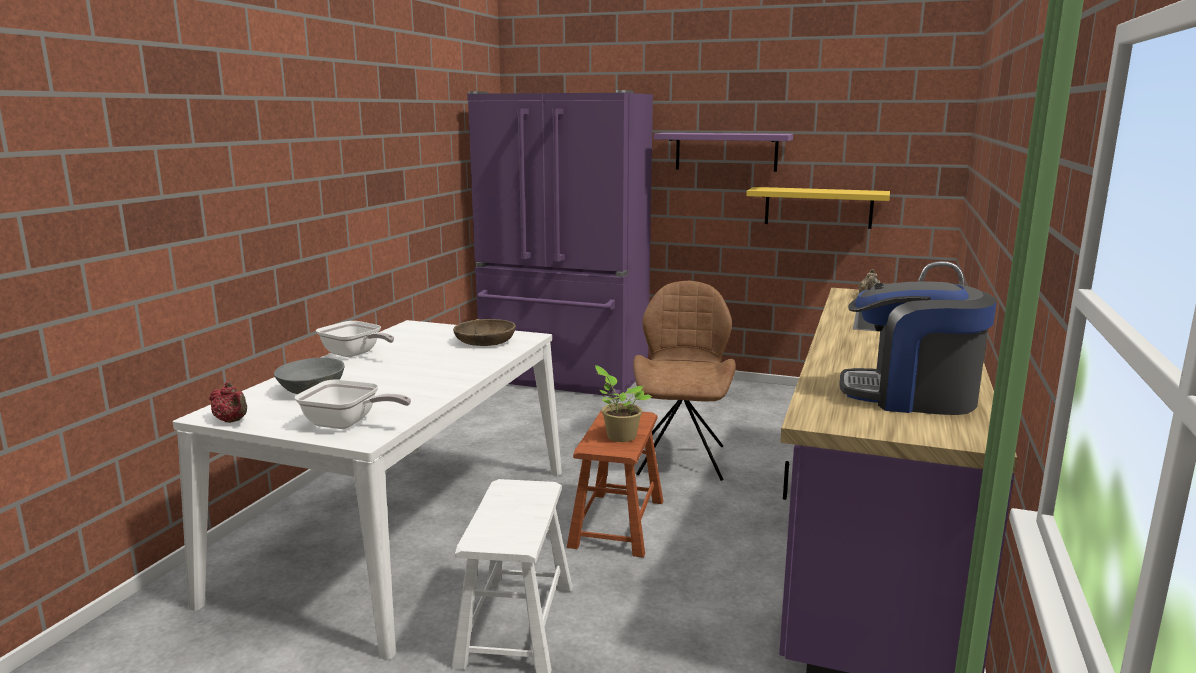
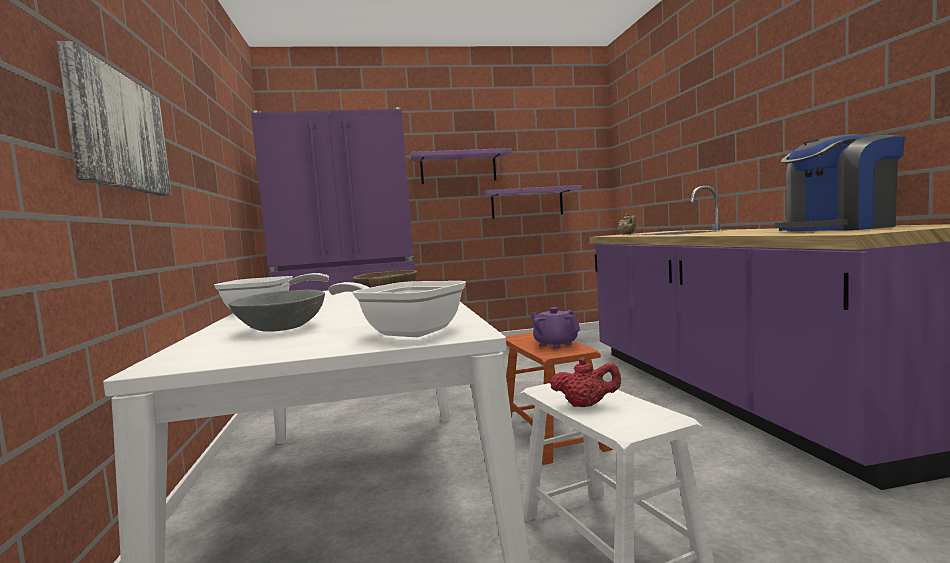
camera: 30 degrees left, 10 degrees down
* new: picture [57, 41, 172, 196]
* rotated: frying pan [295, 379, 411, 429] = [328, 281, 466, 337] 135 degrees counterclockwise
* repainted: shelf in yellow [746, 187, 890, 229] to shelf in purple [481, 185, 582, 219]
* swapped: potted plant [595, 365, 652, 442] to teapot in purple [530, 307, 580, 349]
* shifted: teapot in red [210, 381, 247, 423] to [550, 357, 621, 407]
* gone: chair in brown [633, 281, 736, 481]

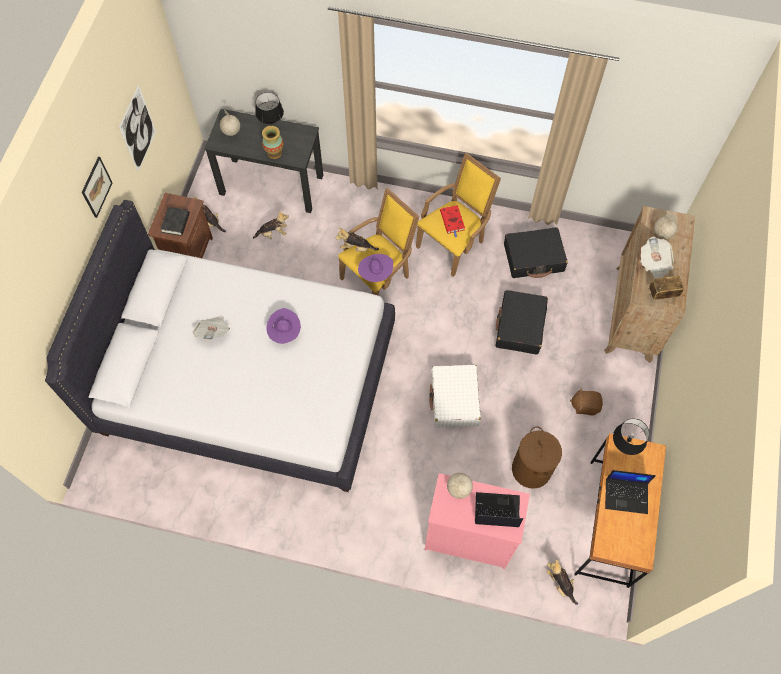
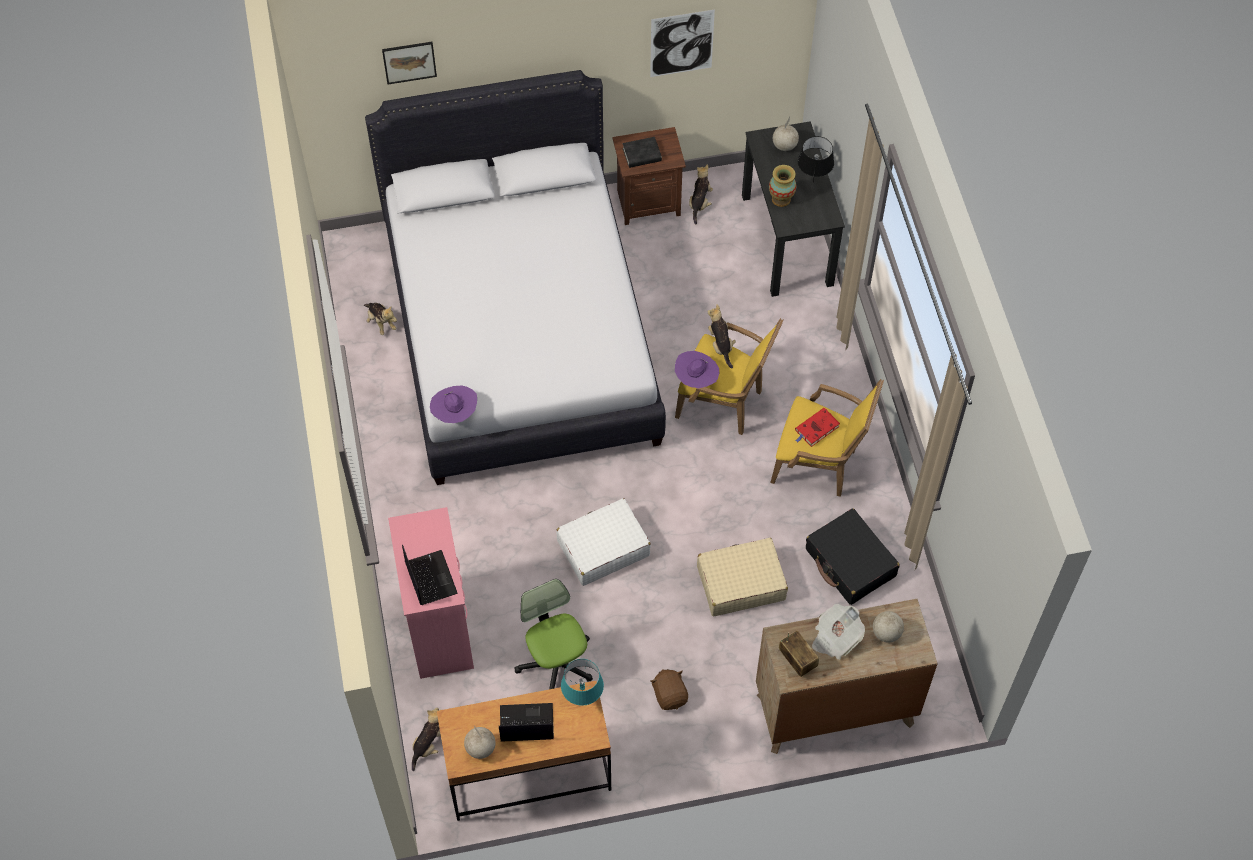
camera: 65 degrees right, 5 degrees down
* shifted: plush toy [253, 210, 289, 239] to [364, 303, 397, 335]
* shifted: picture [82, 157, 112, 218] to [382, 42, 437, 84]
* shifted: hat in purple [266, 308, 301, 344] to [430, 385, 477, 423]
* shifted: globe [447, 473, 473, 499] to [464, 725, 496, 759]
* rotated: laptop [605, 470, 656, 514] = [499, 703, 554, 742] 105 degrees clockwise
* swapped: laundry basket in brown [512, 427, 562, 489] to office chair [514, 579, 593, 689]
* repainted: table lamp in black [613, 419, 649, 455] to table lamp in turquoise [561, 659, 604, 706]
* repainted: suitcase in black [496, 290, 548, 355] to suitcase in beige [697, 538, 788, 616]
* gone: newspaper [193, 316, 230, 341]

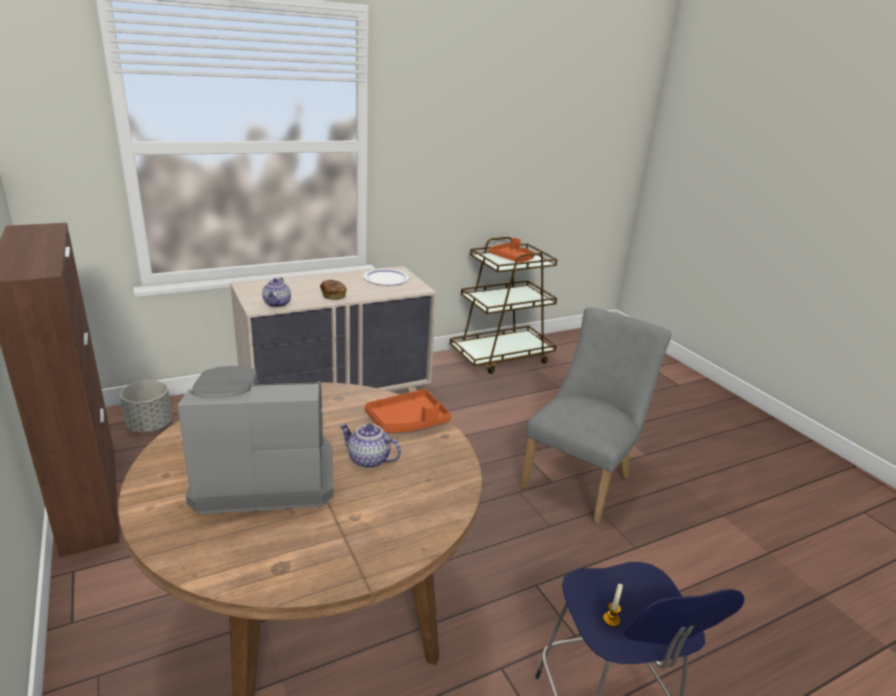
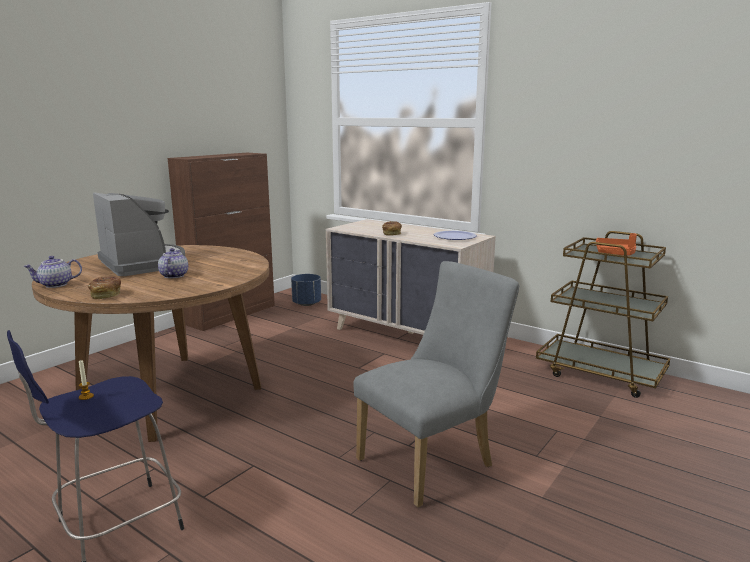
camera: 65 degrees right, 10 degrees down
* shifted: teapot [262, 277, 291, 308] to [23, 256, 82, 288]
* new: bread [88, 276, 121, 299]
* repainted: planter in grey [120, 380, 172, 432] to planter in blue [291, 274, 321, 306]
* rotated: chair in grey [521, 308, 672, 524] = [353, 261, 519, 507] 45 degrees counterclockwise
* gone: tray in orange [365, 389, 451, 433]

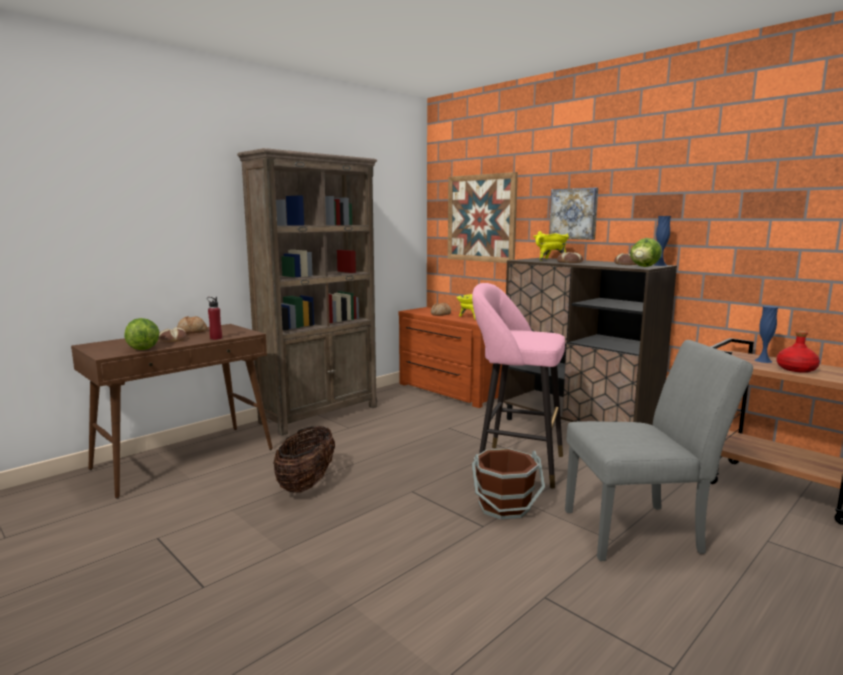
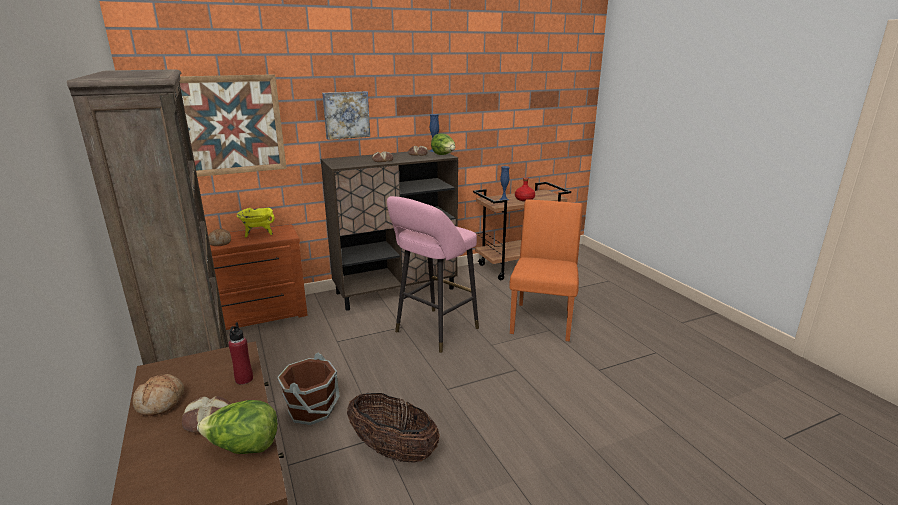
camera: 70 degrees left, 10 degrees up
* shifted: bucket in brown [472, 449, 545, 520] to [277, 353, 340, 425]
* repainted: chair in grey [565, 340, 753, 561] to chair in orange [509, 199, 583, 341]
* gone: cooking pot in yellow [533, 231, 569, 261]

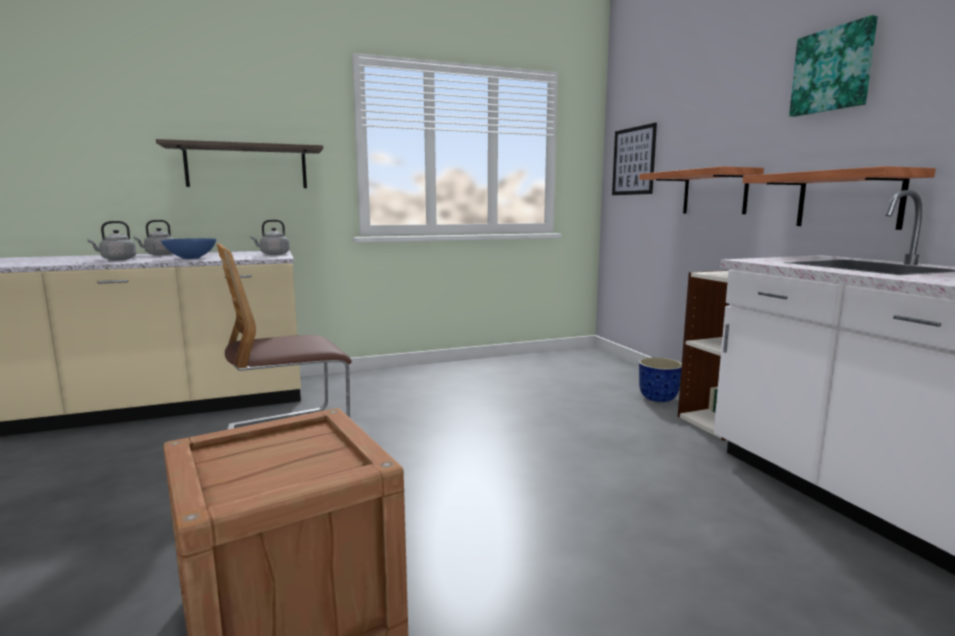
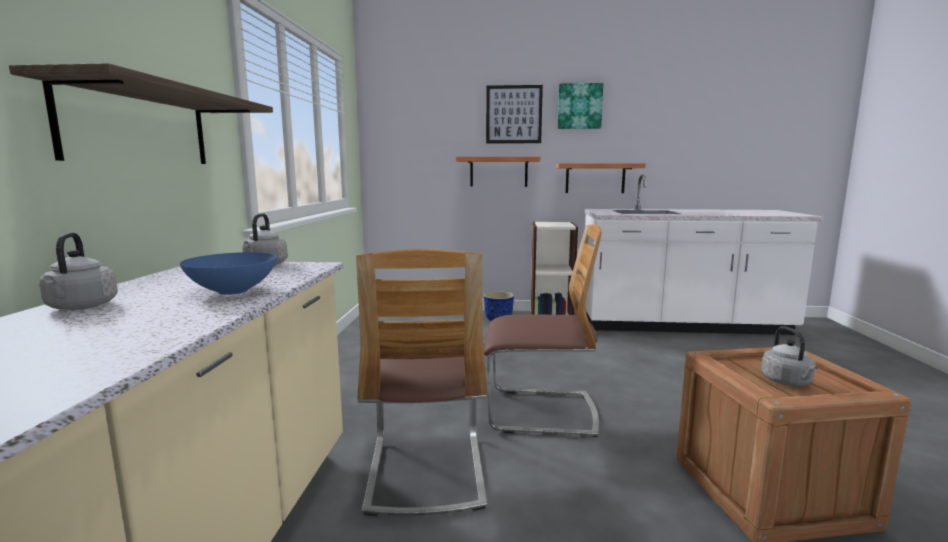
camera: 65 degrees left, 0 degrees up
* new: chair [484, 225, 602, 437]
* shifted: picture [612, 123, 657, 195] to [486, 85, 543, 144]
* shifted: kettle in grey [87, 221, 137, 260] to [761, 326, 818, 386]

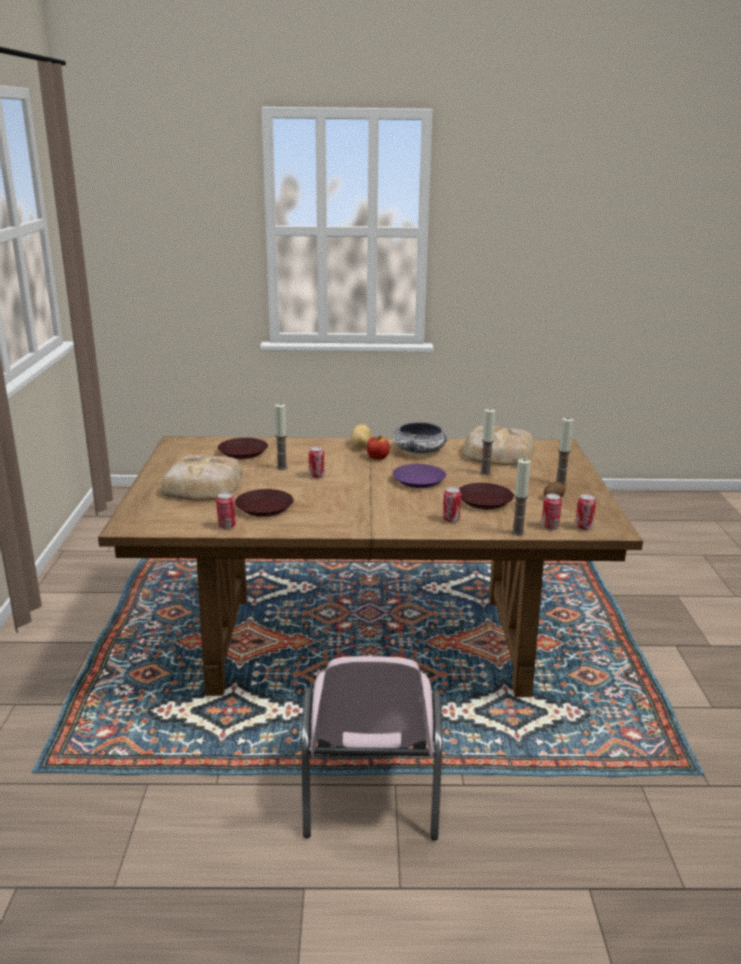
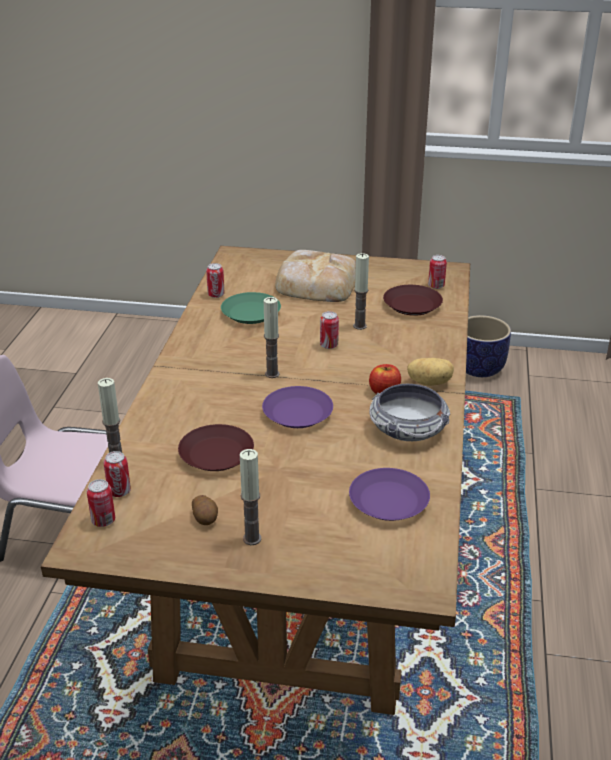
camera: 100 degrees right, 10 degrees up
* repainted: plate in brown [235, 489, 294, 517] to plate in green [221, 292, 281, 324]
* shifted: candle [480, 408, 495, 475] to [264, 297, 280, 378]
* swapped: bread [463, 426, 534, 466] to plate in purple [349, 468, 430, 521]
* shifted: can [443, 487, 461, 522] to [428, 255, 447, 289]
* new: planter [466, 315, 511, 377]

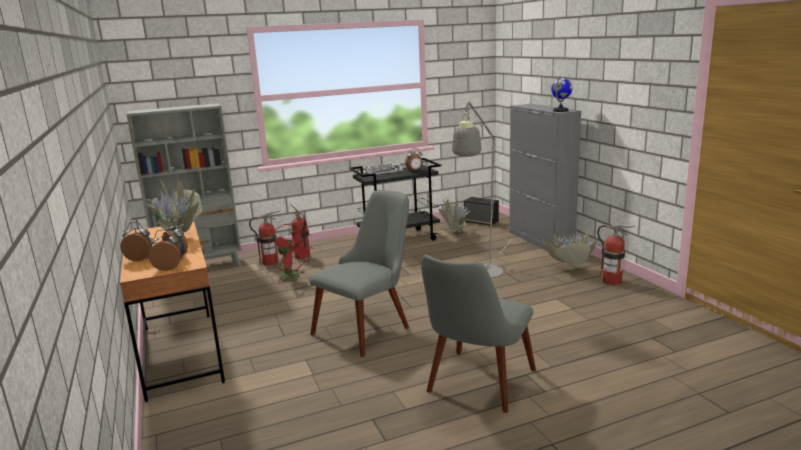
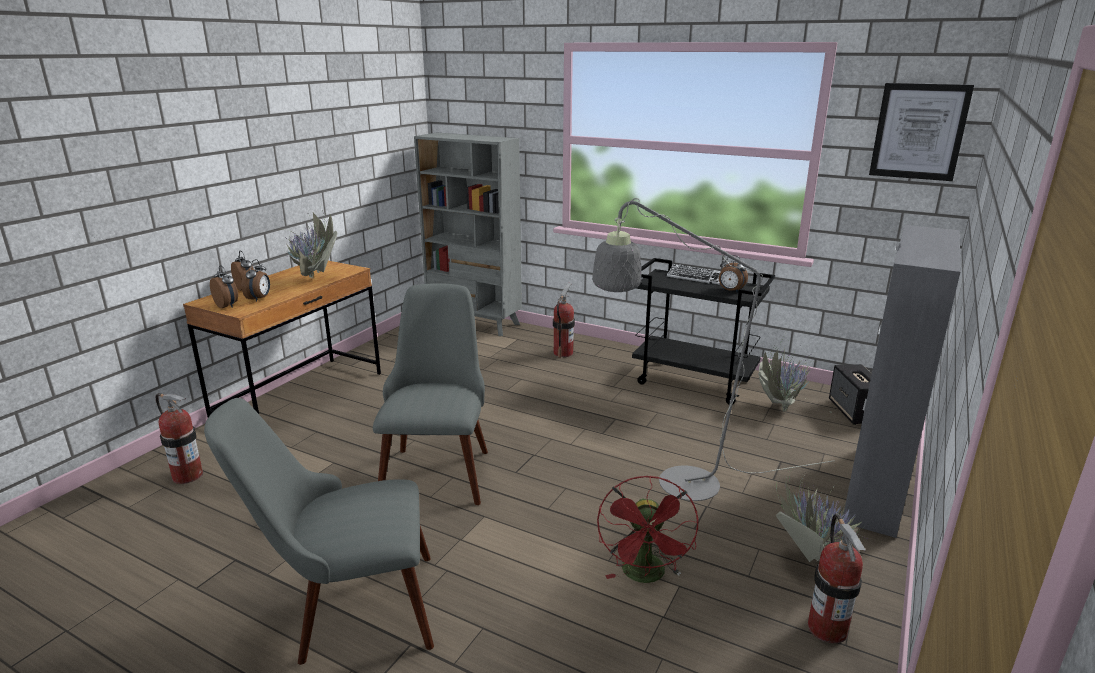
camera: 50 degrees right, 5 degrees up
* shifted: fire extinguisher [249, 210, 280, 266] to [156, 393, 203, 484]
* rotated: chair in grey [310, 190, 409, 357] = [373, 283, 488, 505] 90 degrees counterclockwise
* shifted: fan in red [268, 224, 313, 284] to [597, 475, 698, 583]
* new: picture [869, 83, 974, 181]
* gone: globe [551, 76, 572, 112]

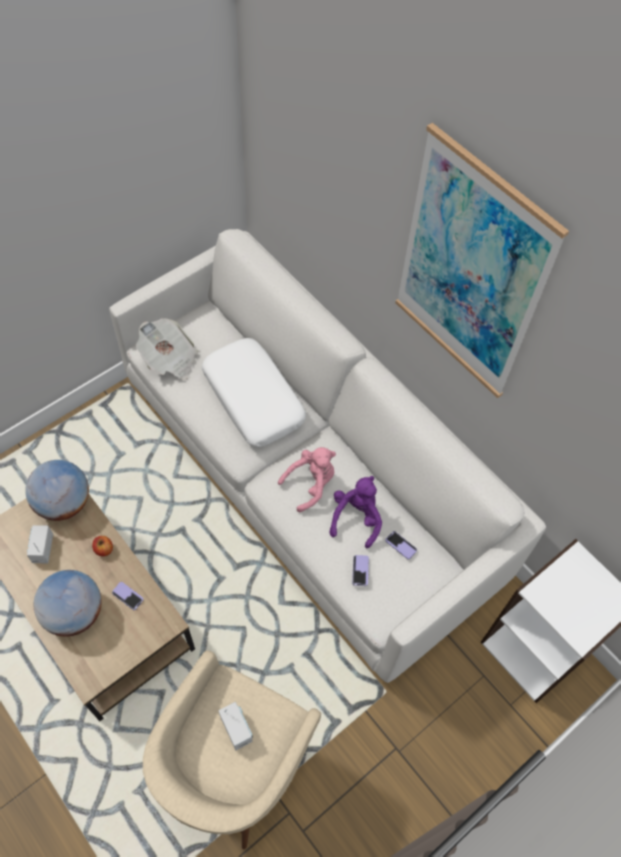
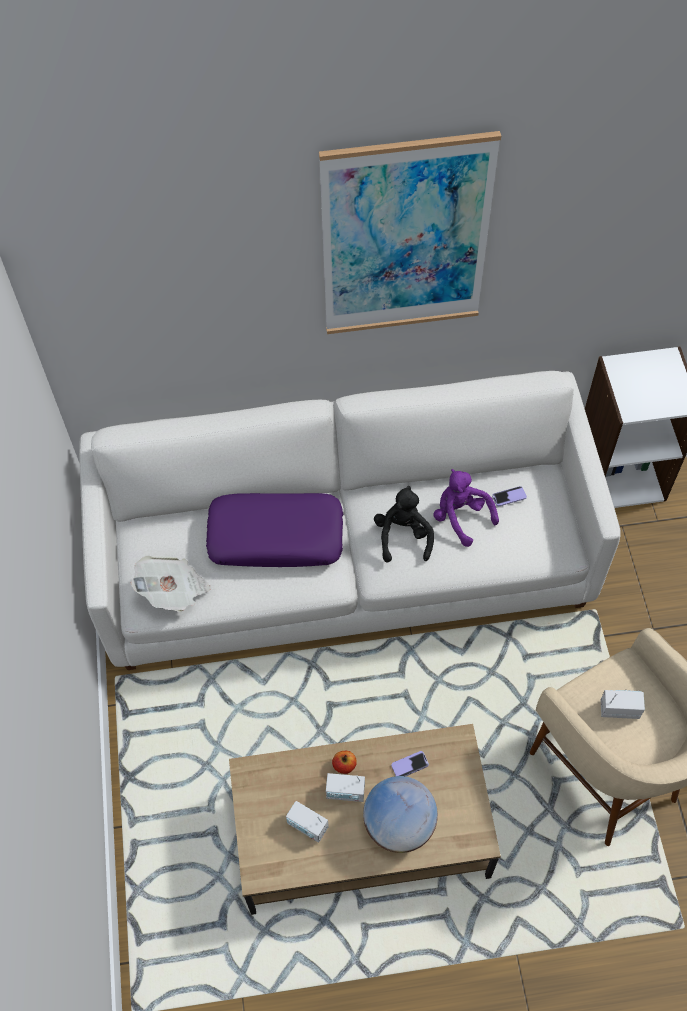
camera: 55 degrees left, 0 degrees up
* repainted: pillow in white [202, 338, 306, 447] to pillow in purple [206, 493, 343, 567]
* new: radio [326, 773, 365, 802]
* repainted: plush toy in pink [278, 447, 336, 512] to plush toy in black [374, 486, 434, 563]
* gone: globe [25, 460, 89, 521]
* gone: phone [352, 555, 369, 586]

